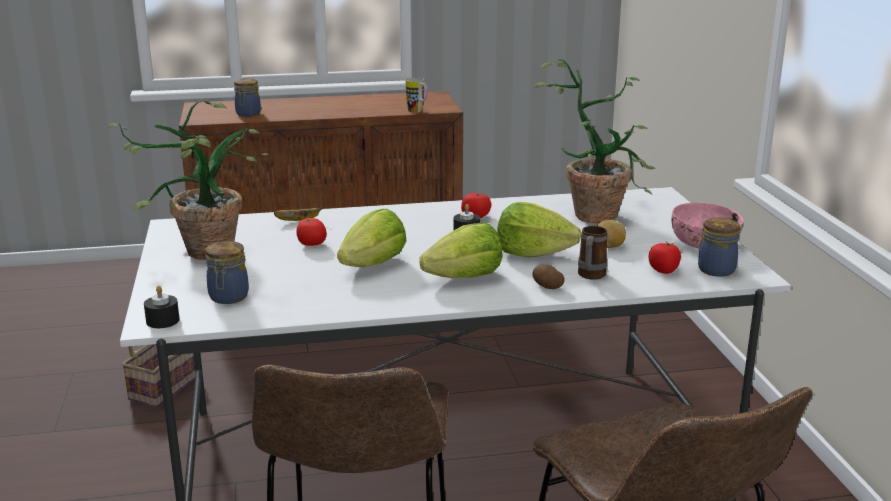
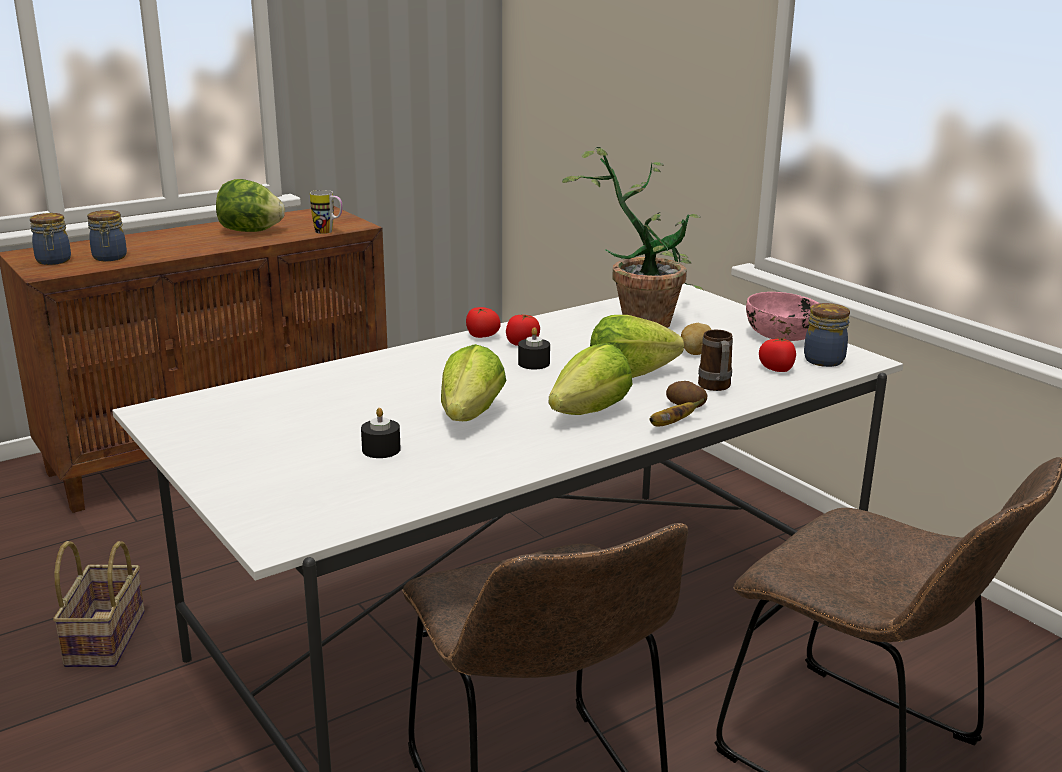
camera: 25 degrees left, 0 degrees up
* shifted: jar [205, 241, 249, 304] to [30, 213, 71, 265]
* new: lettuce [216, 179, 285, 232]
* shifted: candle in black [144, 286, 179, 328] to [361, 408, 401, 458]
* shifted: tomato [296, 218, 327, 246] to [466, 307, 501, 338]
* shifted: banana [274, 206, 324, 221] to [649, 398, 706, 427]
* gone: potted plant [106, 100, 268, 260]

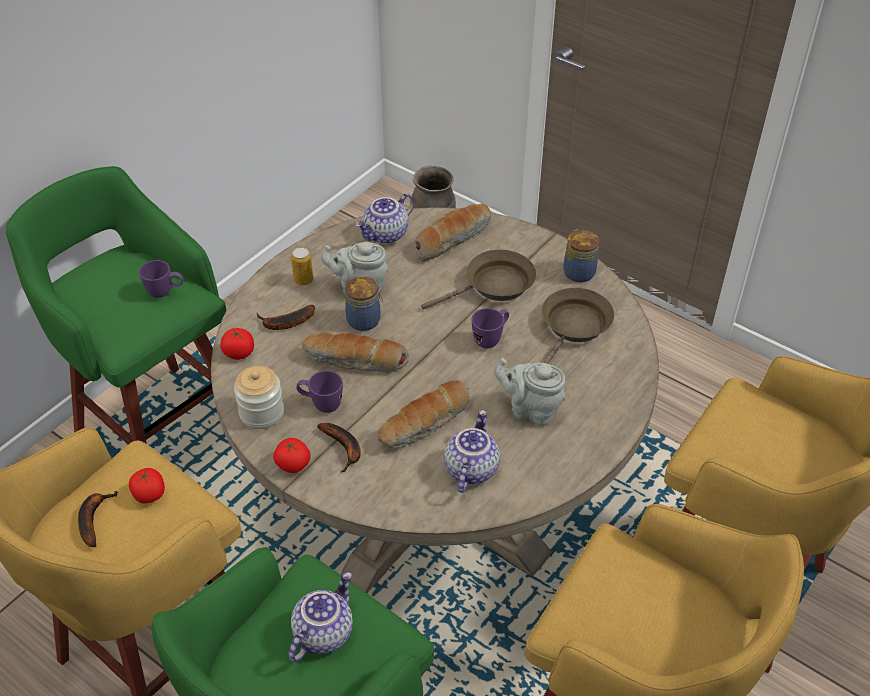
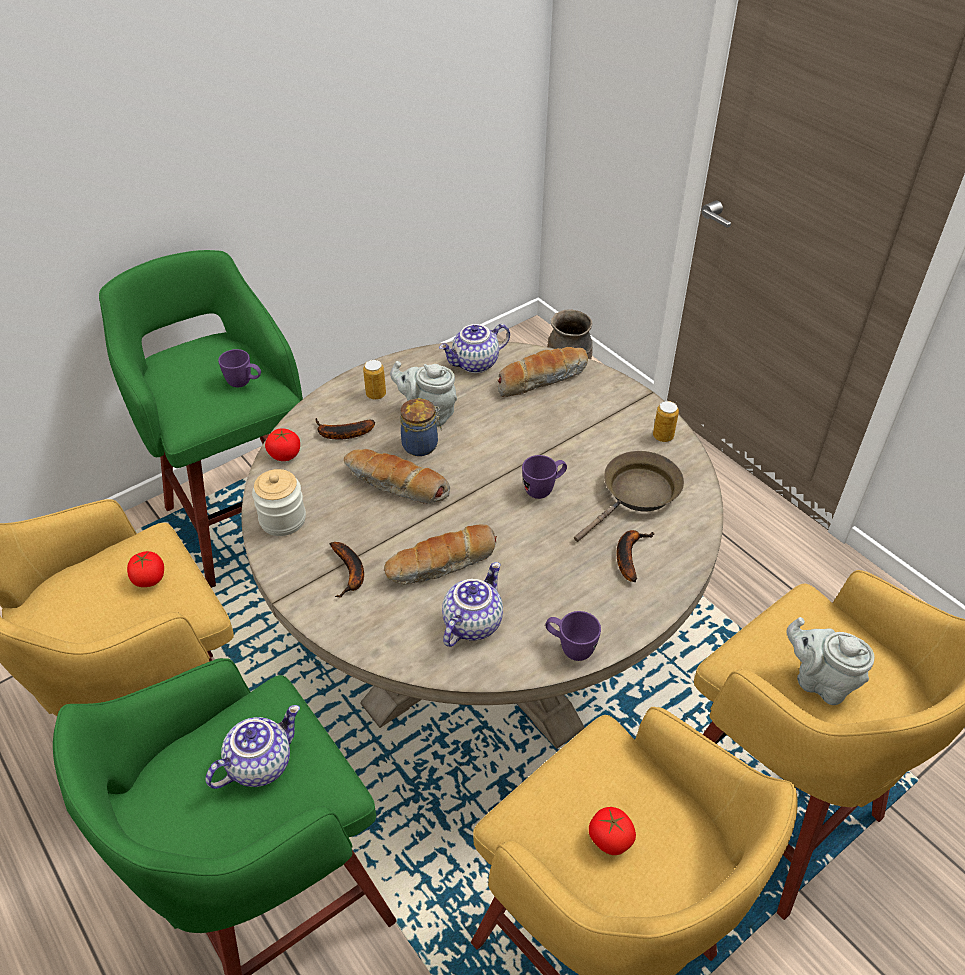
camera: 15 degrees right, 0 degrees up
* shifted: mug in purple [296, 370, 343, 413] to [545, 611, 601, 661]
* shifted: tomato [273, 438, 311, 473] to [589, 807, 636, 855]
* shifted: banana [78, 491, 118, 547] to [616, 530, 655, 582]
* swapped: jar [563, 229, 599, 283] to can [653, 401, 679, 442]
* shifted: teapot in grey [494, 358, 565, 426] to [786, 617, 874, 705]
* gone: frying pan in brown [421, 249, 536, 310]

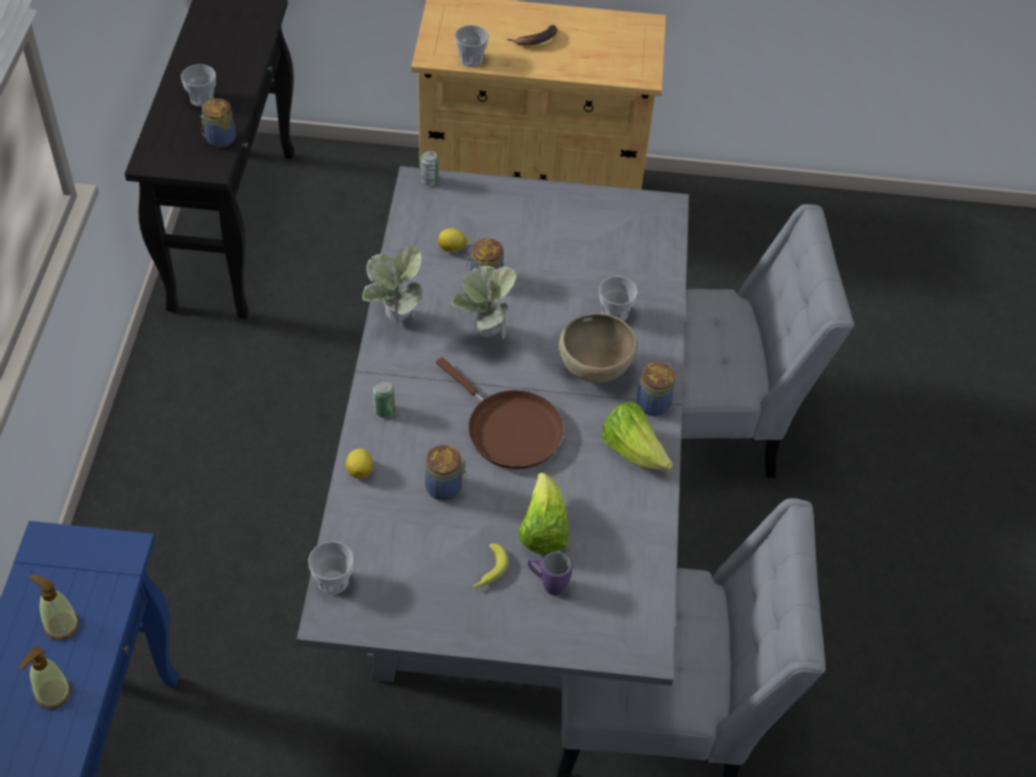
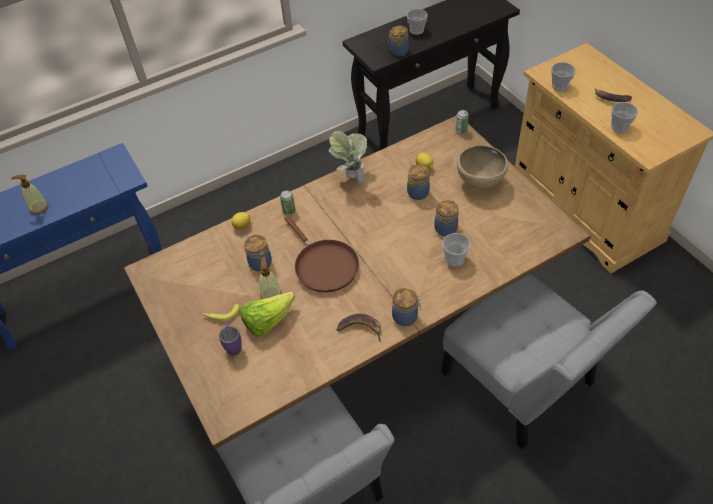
camera: 60 degrees right, 0 degrees up
* repainted: dining table in grey [297, 166, 689, 688] to dining table in brown [124, 115, 591, 449]
* shifted: soap dispenser [29, 575, 79, 640] to [259, 256, 282, 299]
* rotated: frying pan in brown [436, 357, 564, 469] = [284, 216, 359, 292] 45 degrees counterclockwise
* swapped: lettuce [602, 402, 673, 471] to banana [337, 314, 381, 342]
* new: jar [434, 200, 458, 236]
* shifted: bowl in brown [559, 313, 637, 383] to [457, 145, 508, 189]
* shifted: cup [308, 541, 354, 595] to [611, 102, 638, 133]
* gone: potted plant [451, 266, 516, 339]

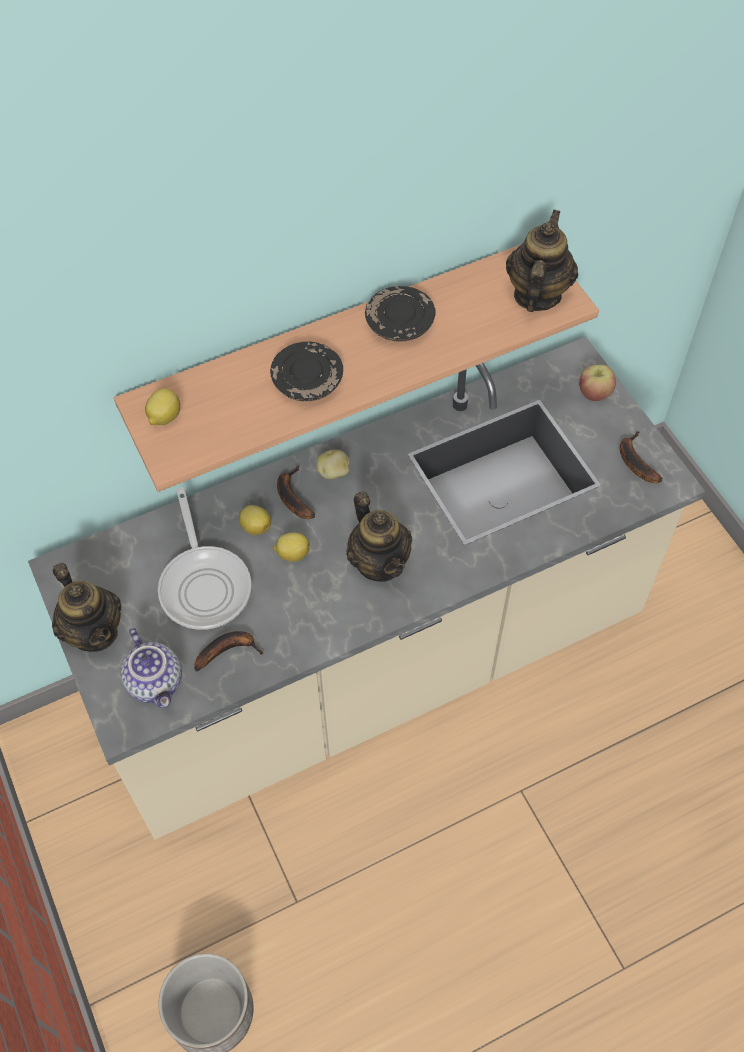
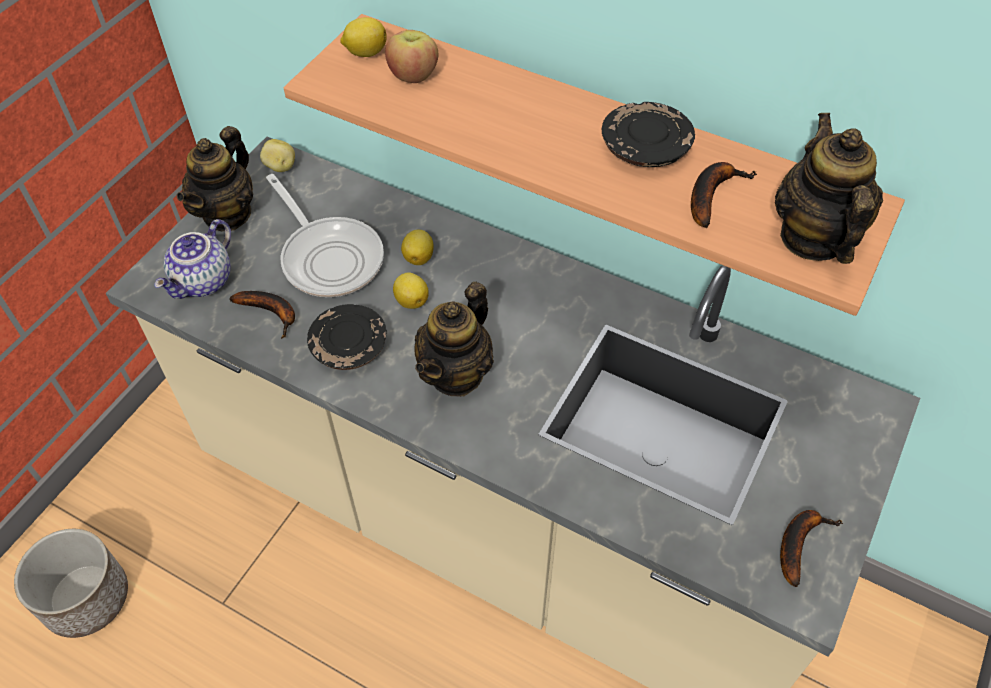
camera: 55 degrees right, 5 degrees down
* shifted: potato [317, 450, 350, 479] to [260, 139, 295, 172]
* rotated: frying pan [158, 487, 252, 630] = [266, 174, 384, 297] 75 degrees counterclockwise
* shifted: plate in black [270, 341, 343, 401] to [307, 304, 387, 370]
* shifted: apple [579, 365, 616, 401] to [385, 30, 438, 83]
* shifted: banana [277, 465, 315, 519] to [691, 162, 757, 228]
* rotated: teapot [506, 210, 578, 312] = [775, 113, 883, 264] 75 degrees counterclockwise

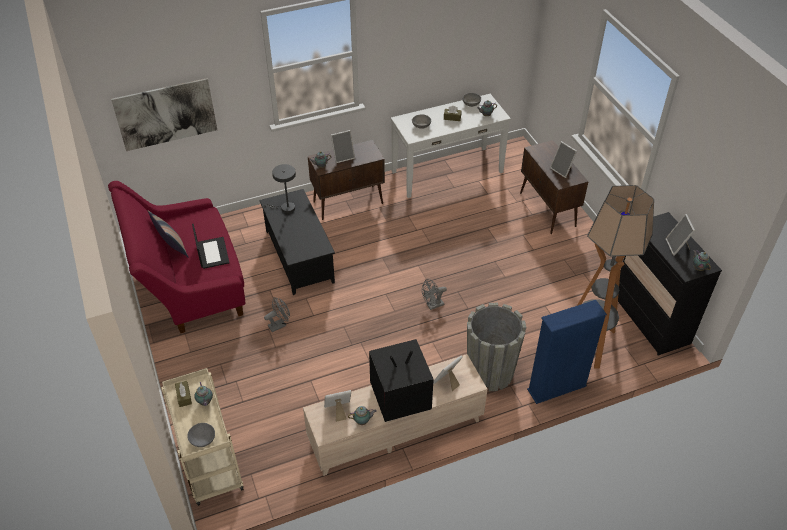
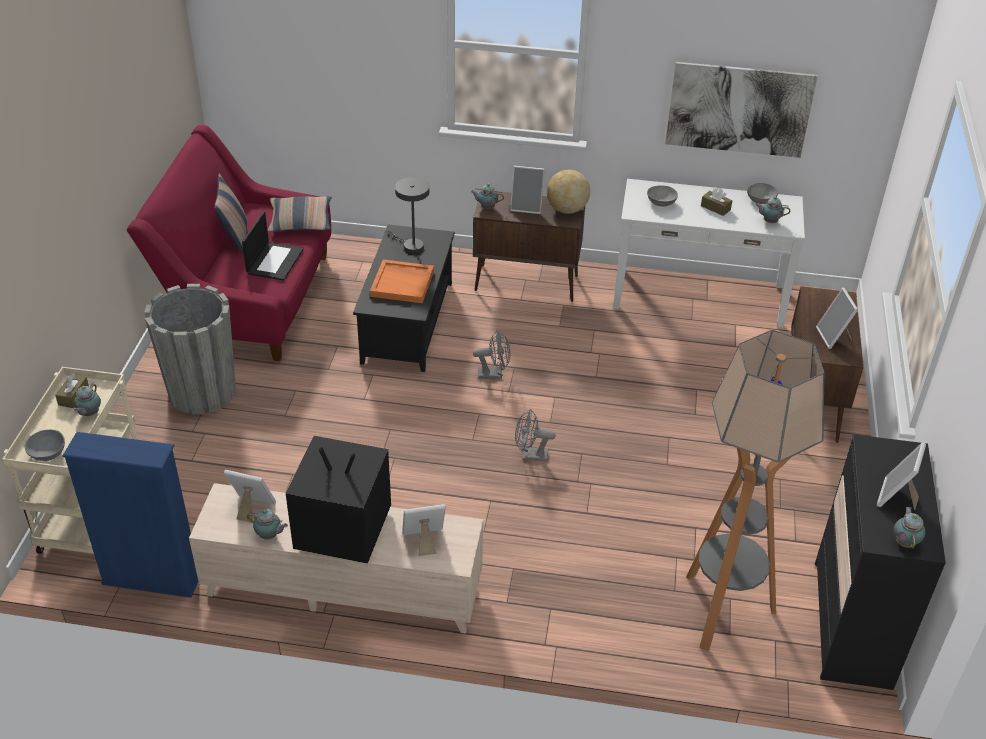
camera: 30 degrees right, 5 degrees down
* shifted: bookcase in blue [527, 300, 607, 404] to [62, 432, 198, 598]
* shifted: planter in grey [467, 303, 526, 391] to [144, 284, 236, 414]
* new: pillow [268, 196, 332, 232]
* new: tray in orange [370, 259, 434, 303]
* shifted: fan in grey [264, 297, 290, 332] to [473, 330, 511, 379]
* new: globe [547, 170, 590, 214]
* shifted: picture [111, 78, 217, 151] to [665, 62, 818, 158]

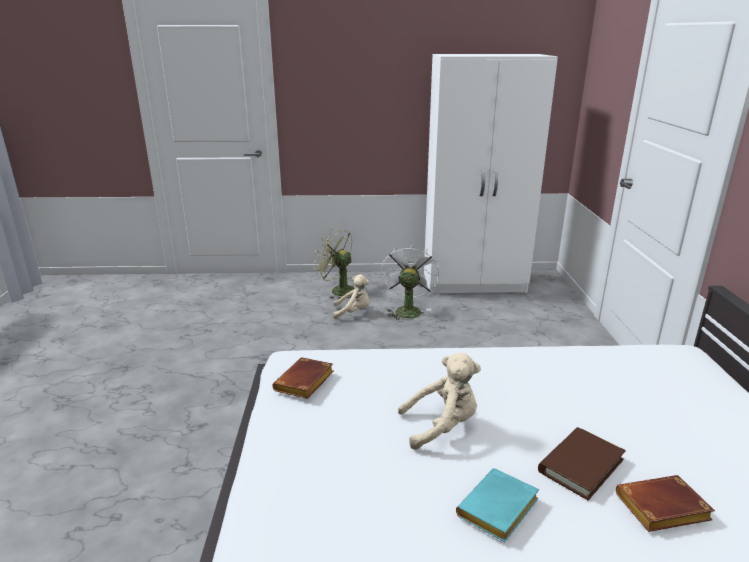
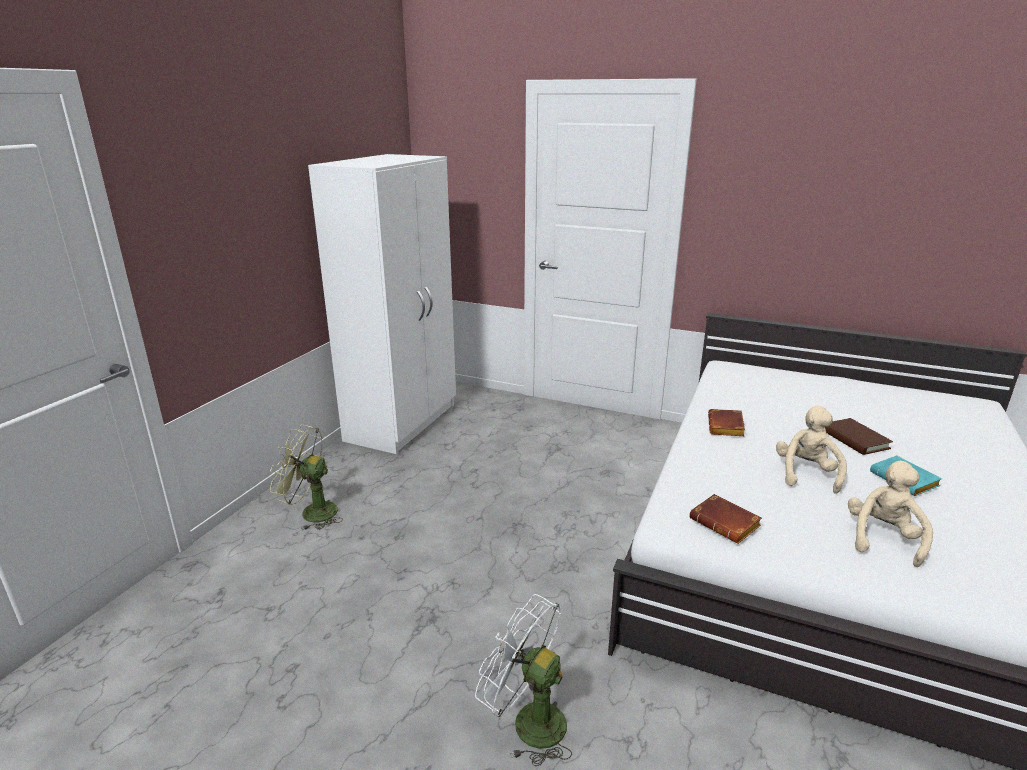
camera: 65 degrees left, 0 degrees up
* rotated: fan in green [313, 229, 355, 299] = [270, 425, 343, 530] 45 degrees clockwise
* shifted: fan in white [381, 244, 439, 322] to [475, 594, 572, 766]
* shifted: book in brown [616, 475, 715, 532] to [708, 409, 745, 436]
* shifted: plush toy in beige [333, 274, 370, 319] to [848, 461, 933, 567]

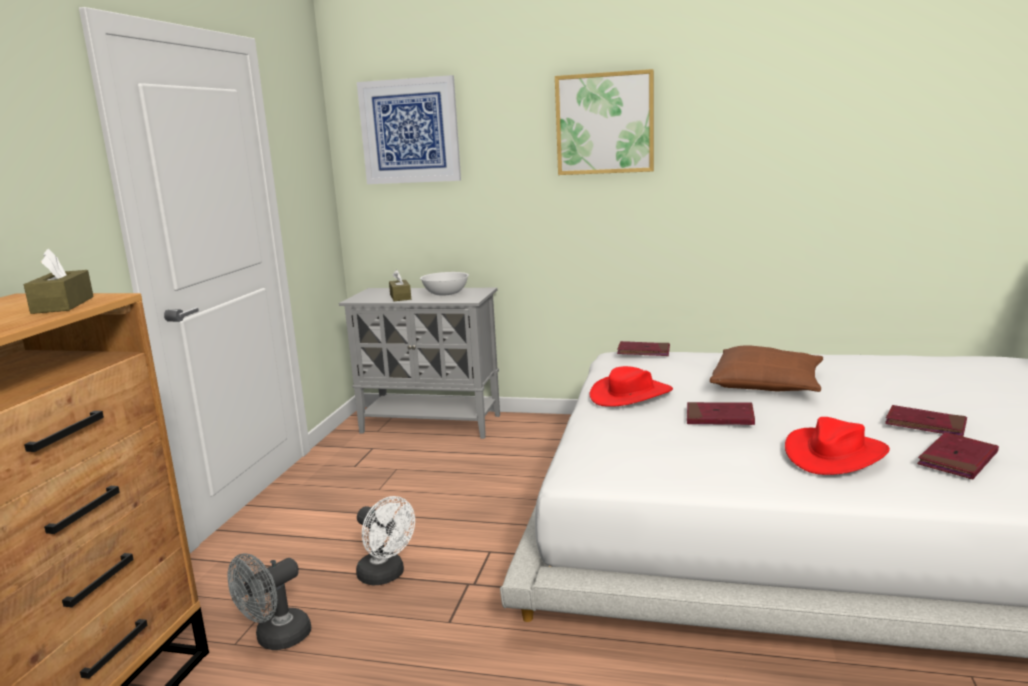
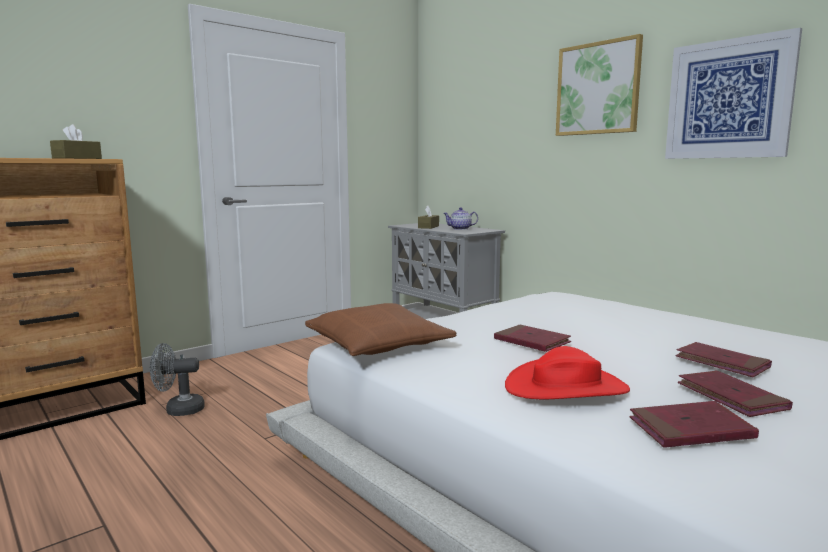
camera: 35 degrees right, 5 degrees down
* shifted: pillow in brown [710, 345, 823, 392] to [305, 303, 456, 356]
* swapped: bowl in white [420, 272, 469, 296] to teapot [443, 208, 478, 230]
* shifted: picture [357, 75, 461, 184] to [665, 27, 802, 159]
* shifted: book in red [617, 341, 670, 356] to [675, 342, 772, 377]
* gone: fan in white [356, 496, 415, 585]
* gone: hat in red [590, 366, 673, 407]

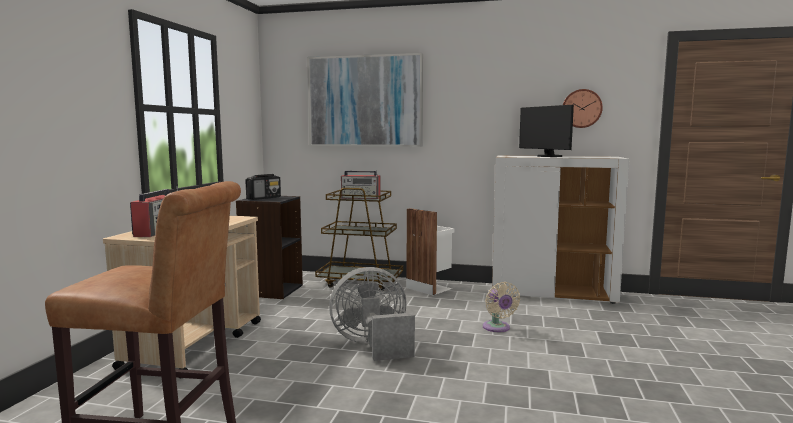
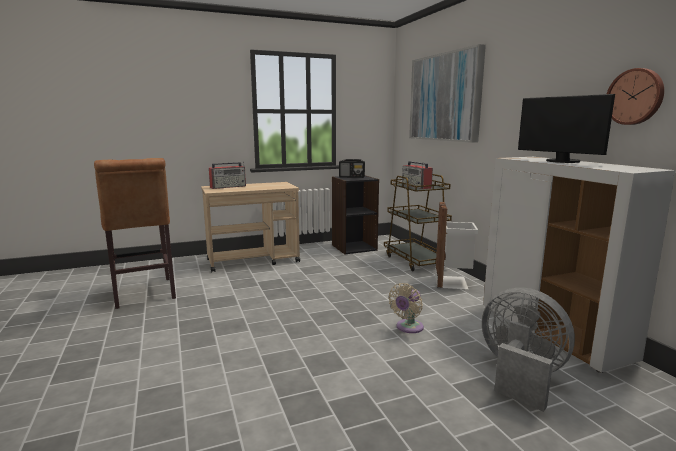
camera: 55 degrees right, 5 degrees up
* shifted: fan in grey [329, 267, 415, 361] to [482, 288, 575, 412]
* rotated: monitor [519, 104, 574, 157] = [518, 94, 615, 163] 60 degrees counterclockwise

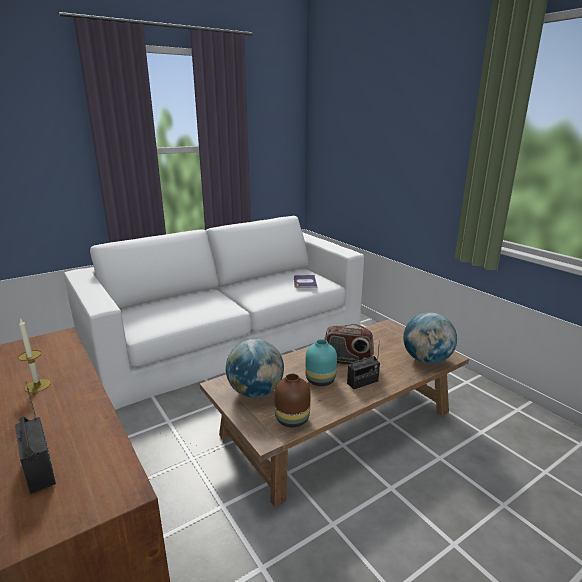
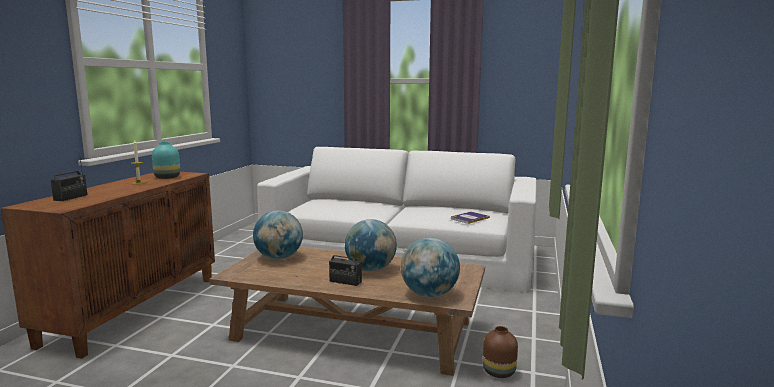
camera: 50 degrees right, 10 degrees down
* shifted: vase in turquoise [305, 339, 337, 386] to [152, 142, 180, 179]
* swapped: radio [324, 324, 374, 365] to globe [345, 219, 397, 271]
* shifted: vase in brown [274, 374, 310, 427] to [483, 326, 518, 378]

